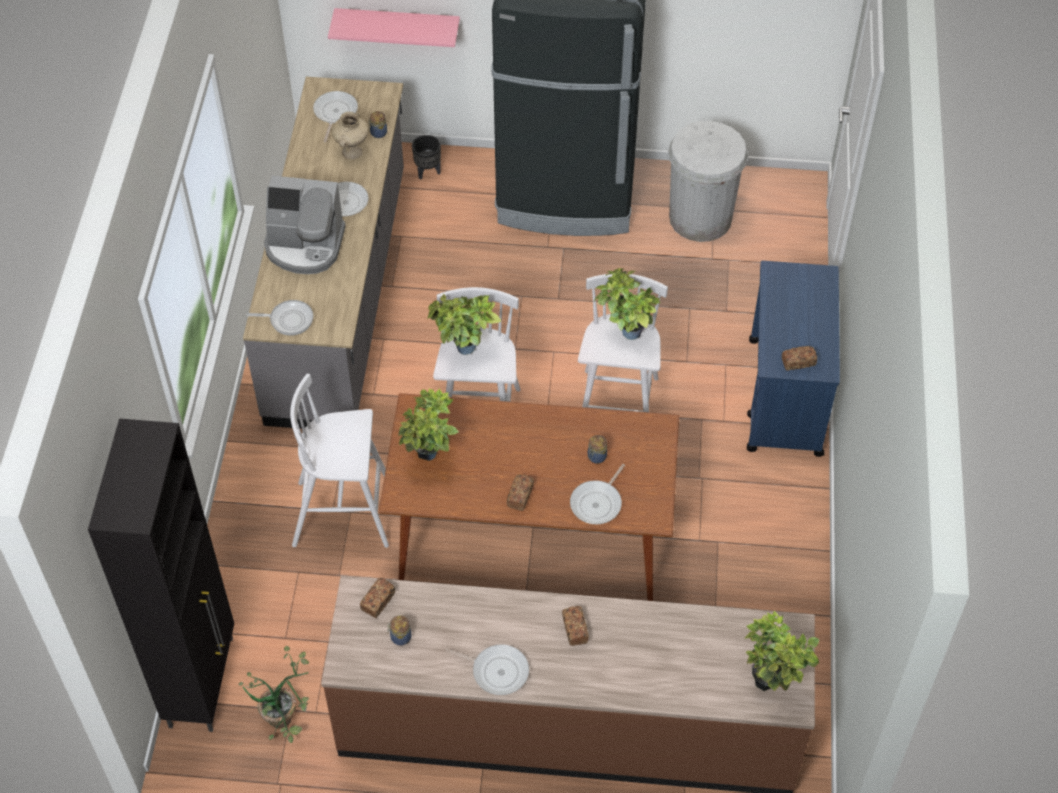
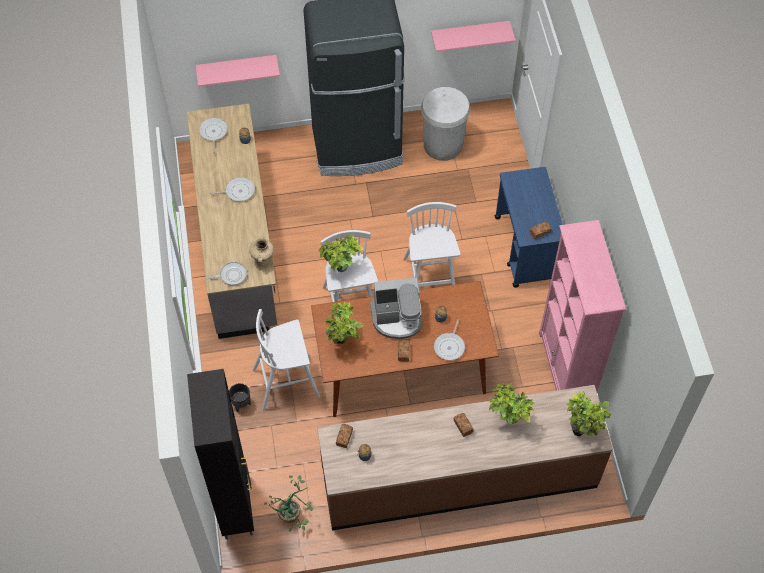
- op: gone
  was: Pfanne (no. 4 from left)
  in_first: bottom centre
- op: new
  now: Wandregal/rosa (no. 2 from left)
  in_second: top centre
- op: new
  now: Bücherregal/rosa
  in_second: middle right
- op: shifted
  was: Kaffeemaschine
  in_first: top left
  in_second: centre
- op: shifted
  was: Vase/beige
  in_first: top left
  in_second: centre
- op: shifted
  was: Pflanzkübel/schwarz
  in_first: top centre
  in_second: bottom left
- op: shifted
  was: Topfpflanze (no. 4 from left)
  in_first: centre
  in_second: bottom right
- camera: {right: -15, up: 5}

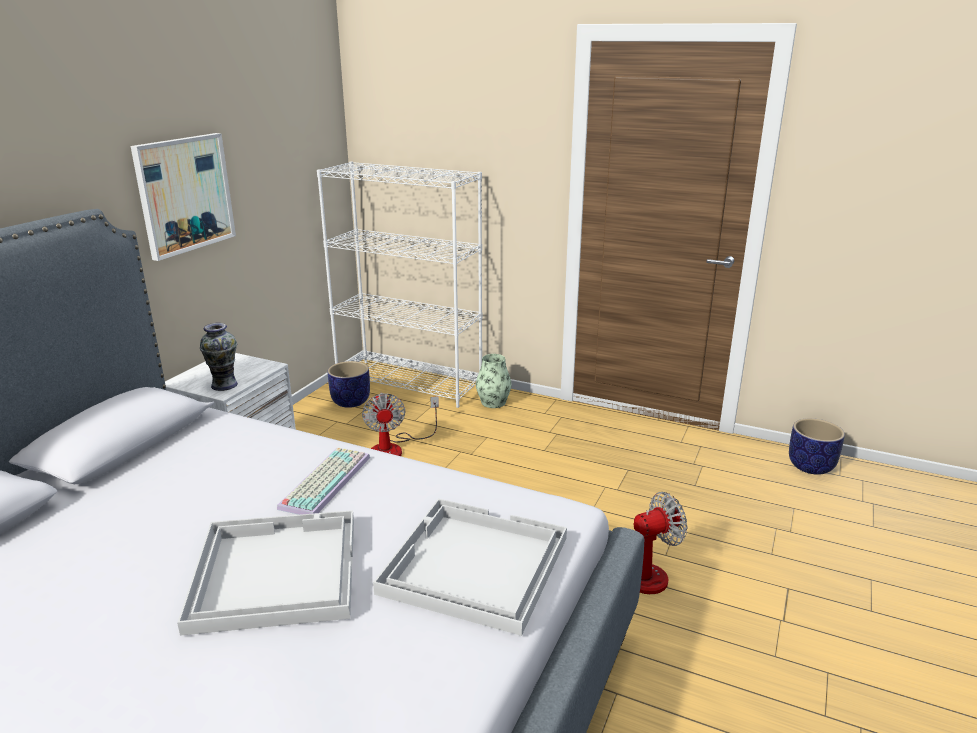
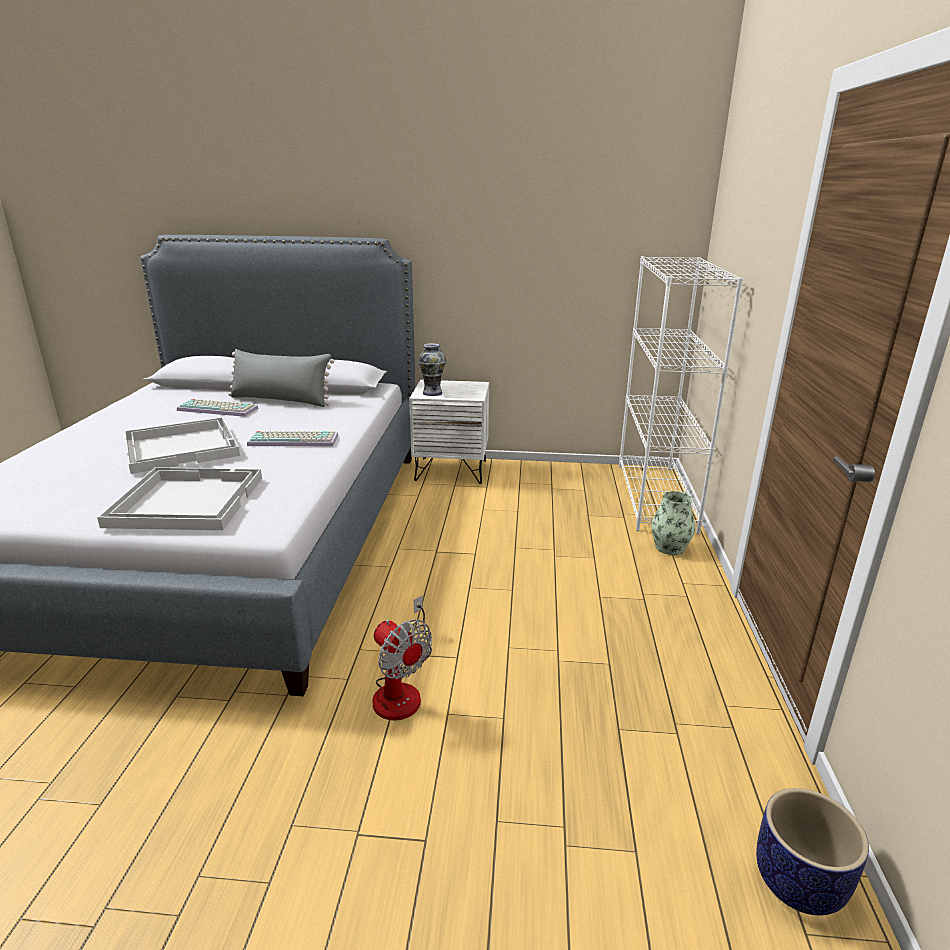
- op: gone
  was: Bild
  in_first: top left
- op: gone
  was: Pflanzkübel (no. 1 from left)
  in_first: centre
- op: gone
  was: Ventilator (no. 1 from left)
  in_first: centre
- op: new
  now: Tastatur (no. 1 from left)
  in_second: middle left
- op: new
  now: Kissen/grau
  in_second: middle left
- camera: {right: 70, up: 0}

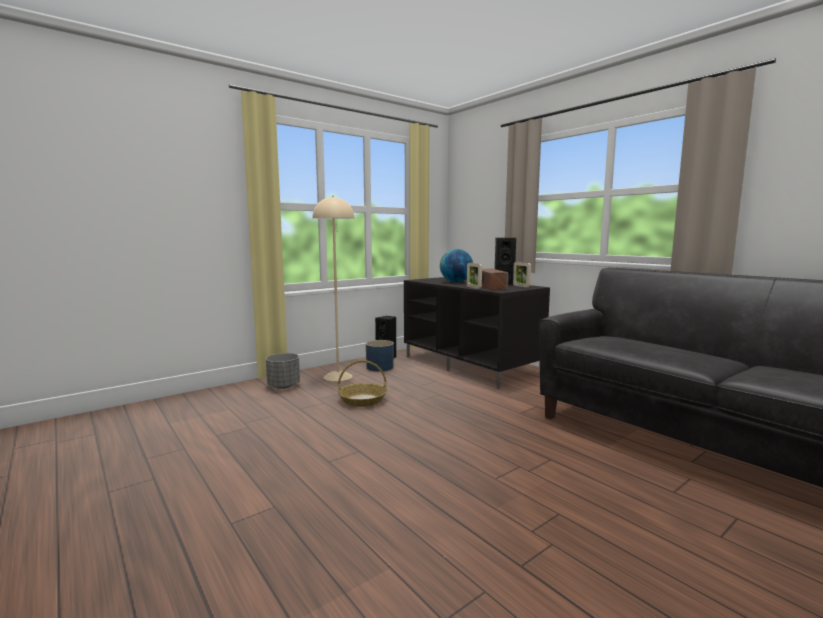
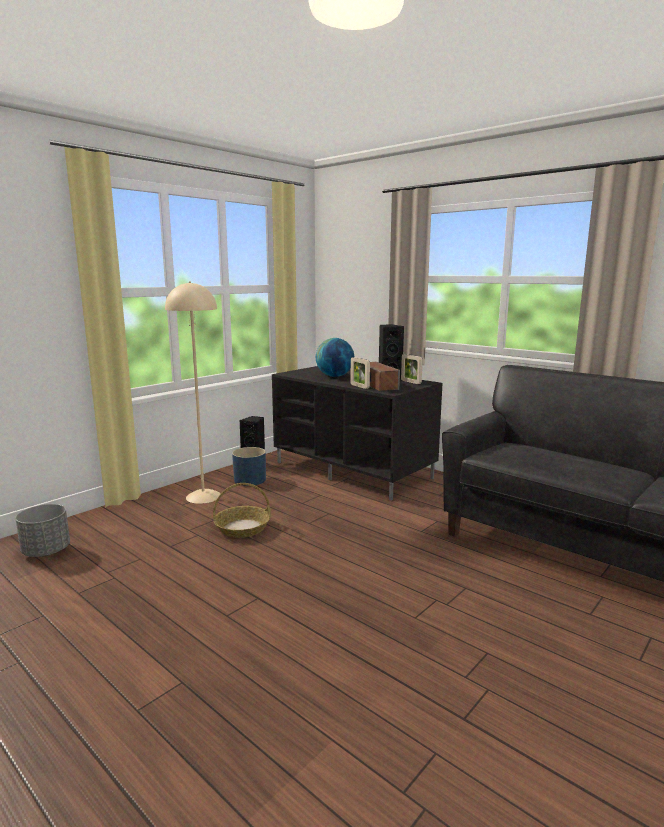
- op: shifted
  was: Pflanzkübel/grau
  in_first: centre
  in_second: middle left
- camera: {right: -10, up: 5}

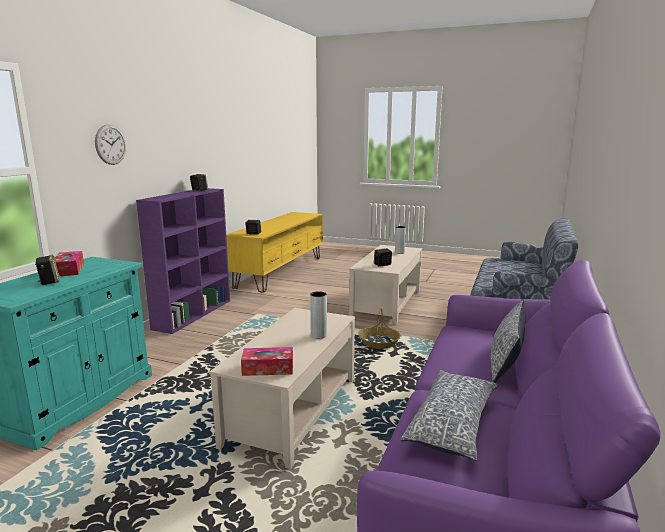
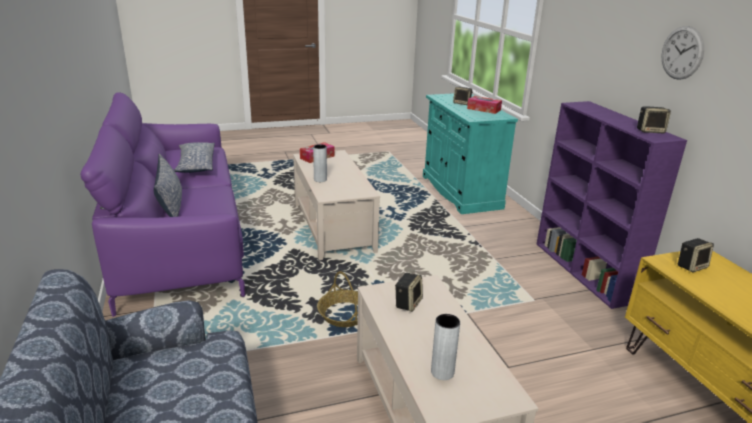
- op: shifted
  was: Wanduhr
  in_first: top left
  in_second: top right
- camera: {right: 140, up: 10}

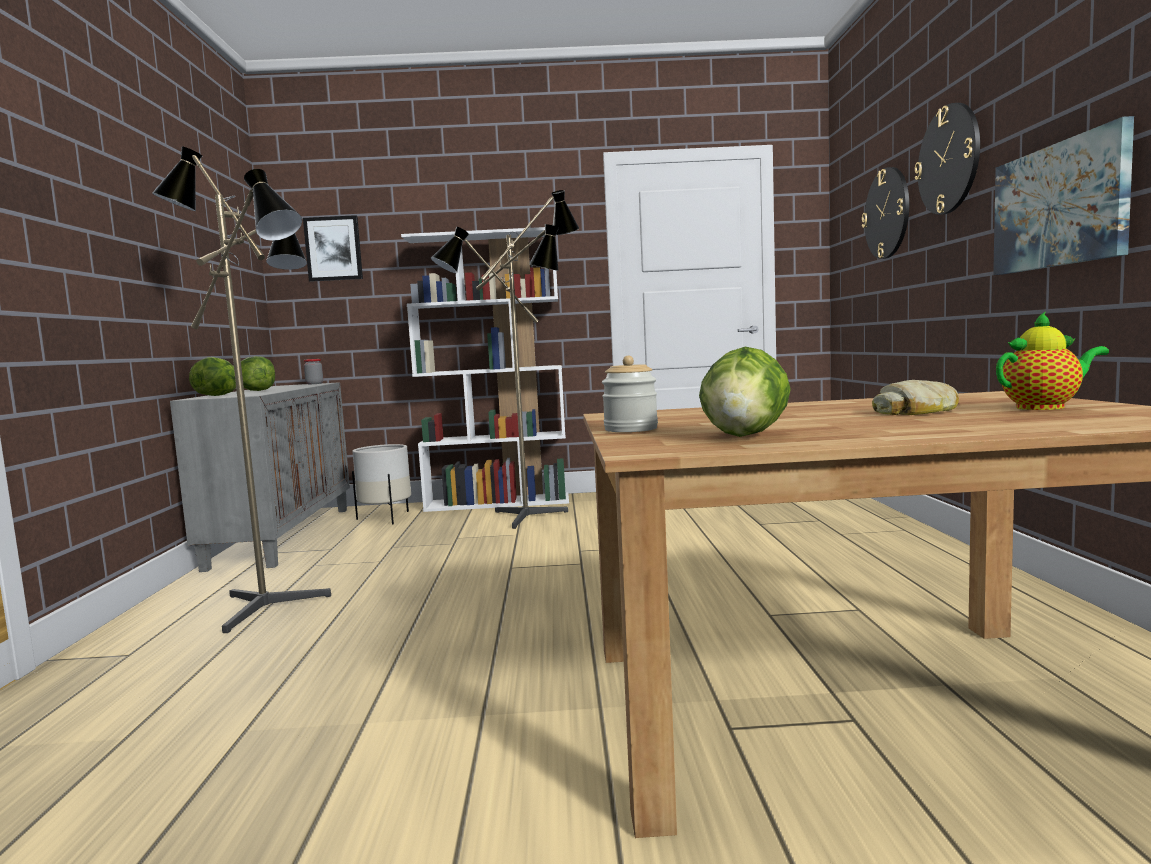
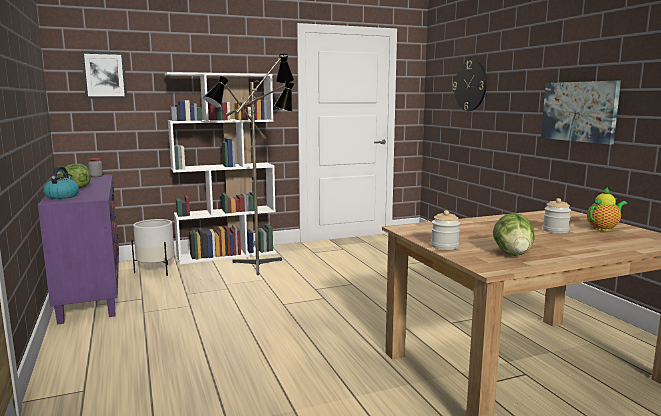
- op: gone
  was: Stehlampe (no. 1 from left)
  in_first: middle left
- op: gone
  was: Wanduhr (no. 2 from left)
  in_first: top right
- op: swapped
  was: Salatkopf (no. 1 from left)
  now: Wasserkessel
  in_first: middle left
  in_second: middle left
- op: swapped
  was: Brot
  now: Vorratsglas (no. 3 from left)
  in_first: middle right
  in_second: middle right
- op: repainted
  was: Schrank/grau
  now: Schrank/lila
  in_first: middle left
  in_second: middle left
- camera: {right: -20, up: 5}

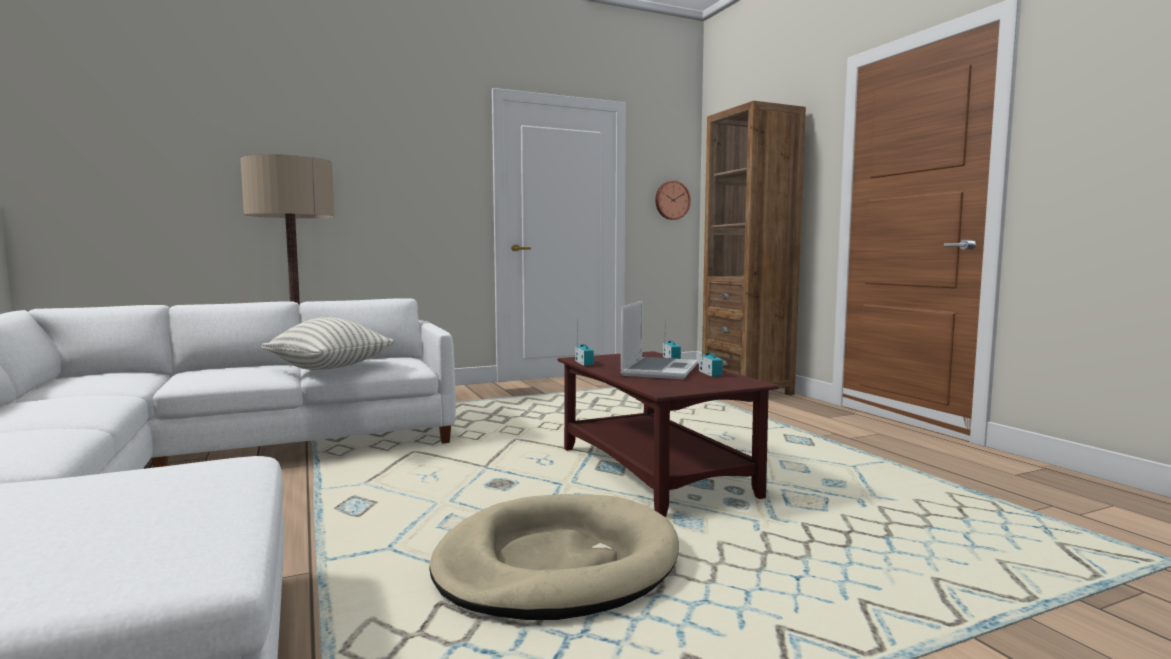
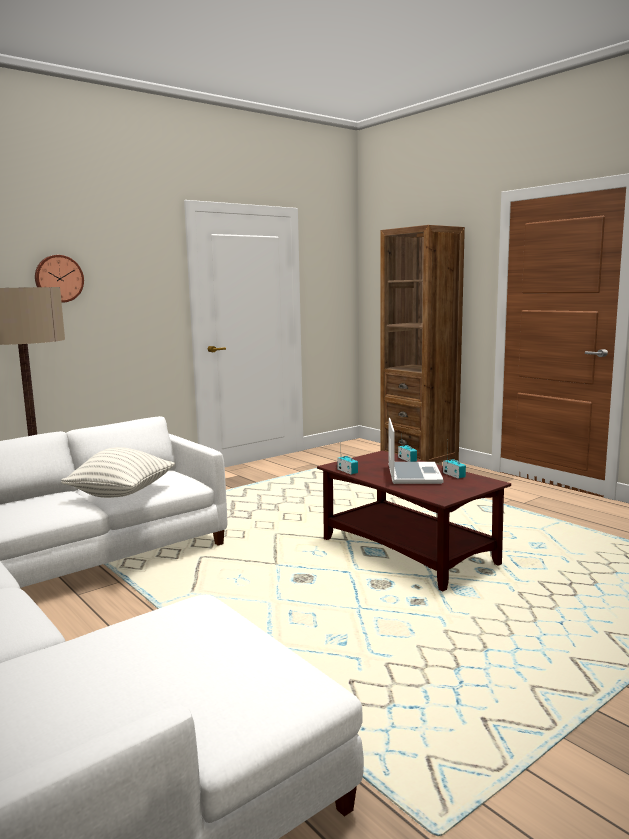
- op: gone
  was: Hundebett/beige
  in_first: bottom centre
- op: shifted
  was: Wanduhr
  in_first: top centre
  in_second: top left
- camera: {right: -15, up: 5}

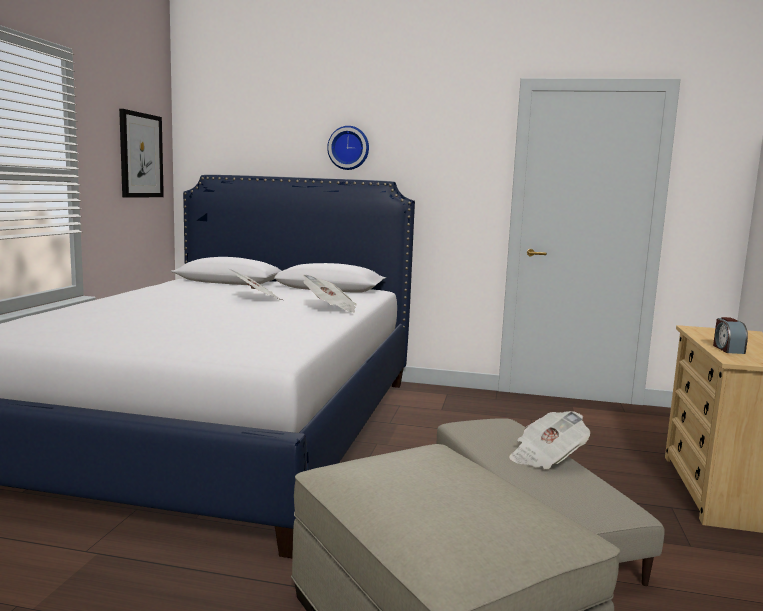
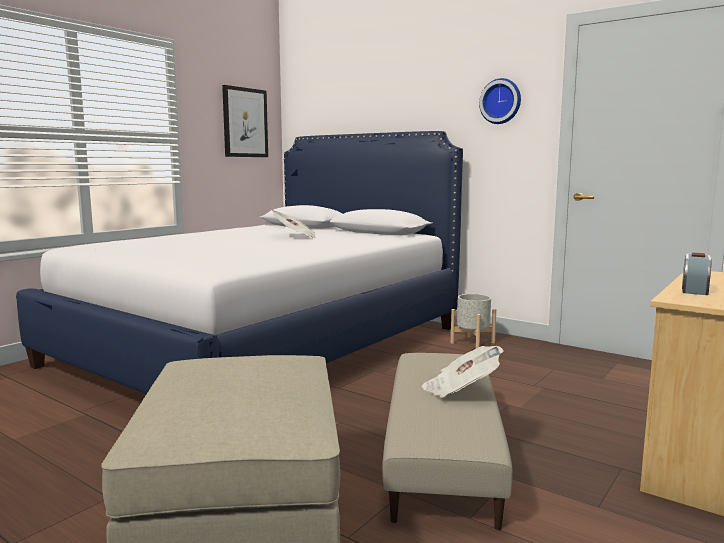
- op: gone
  was: Zeitung (no. 2 from left)
  in_first: centre
- op: new
  now: Pflanzkübel/grau
  in_second: centre
- op: shifted
  was: Wanduhr
  in_first: top centre
  in_second: top right
- camera: {right: 25, up: 0}

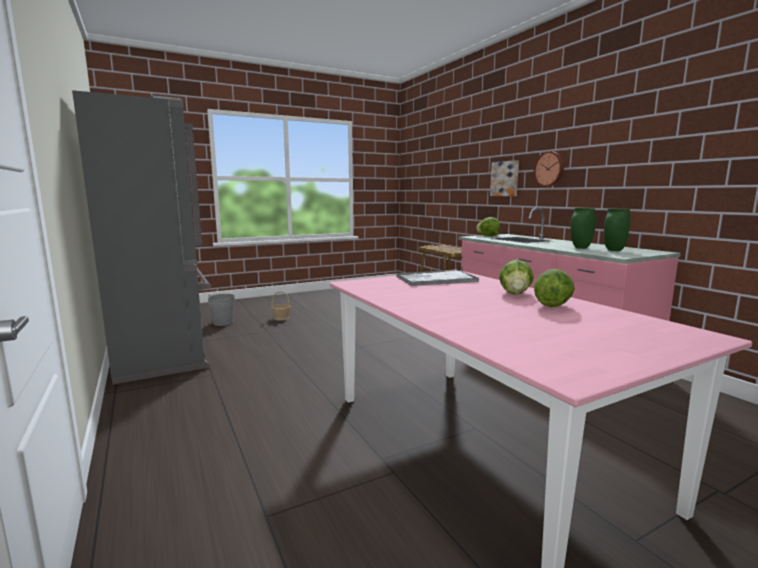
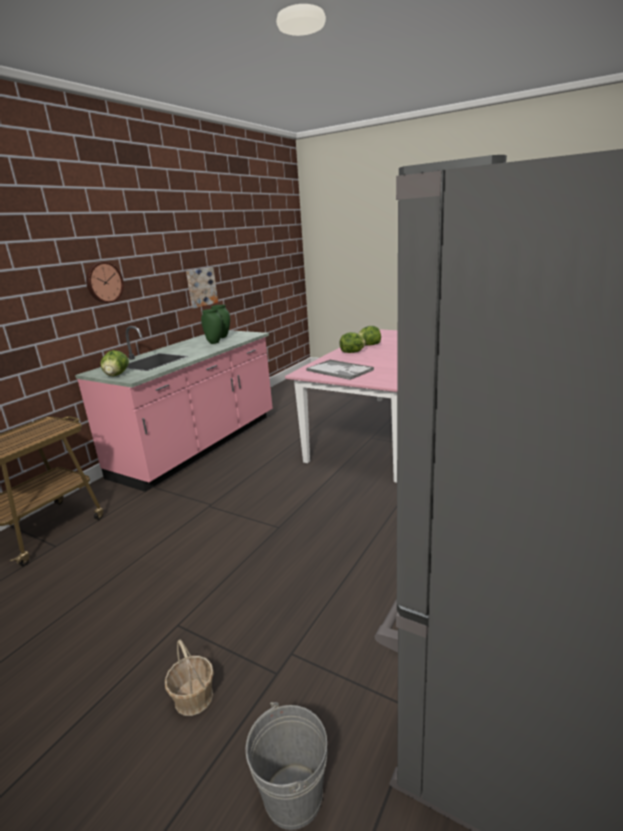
- op: shifted
  was: Bild
  in_first: top centre
  in_second: middle left
- camera: {right: -120, up: 10}

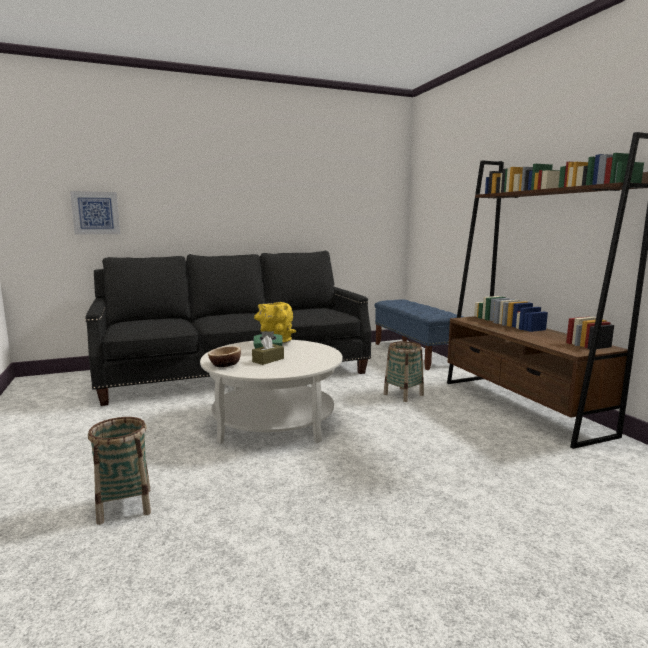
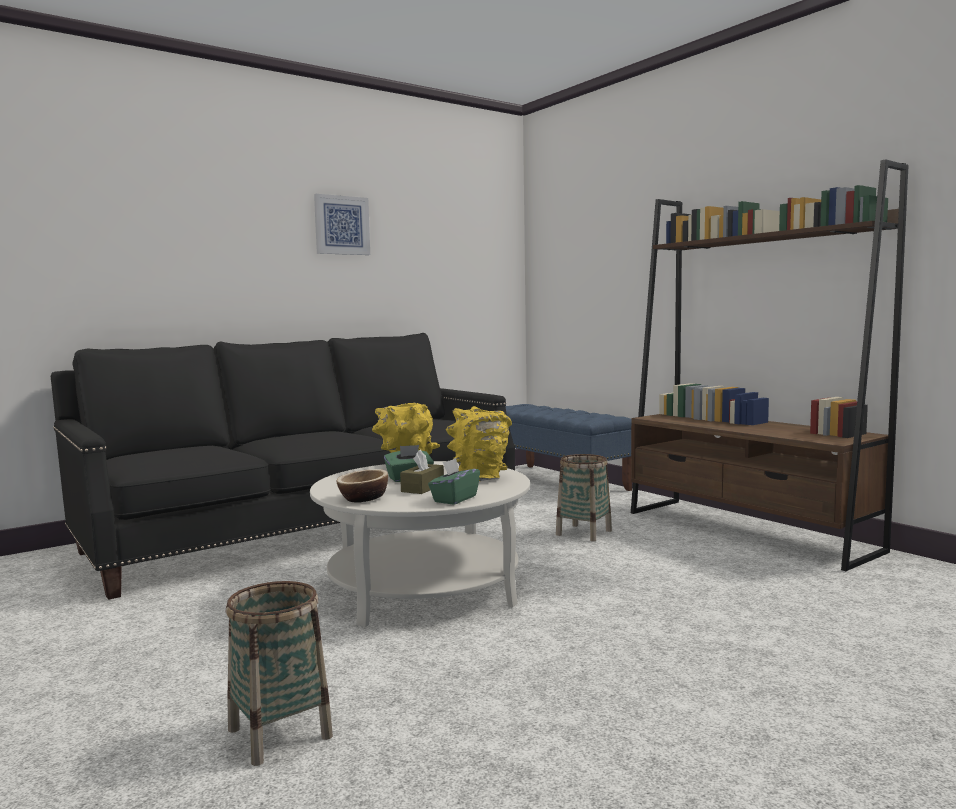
- op: new
  now: Taschentuchbox/grün (no. 2 from left)
  in_second: centre
- op: new
  now: Vase/gelb (no. 2 from left)
  in_second: centre
- op: shifted
  was: Bild
  in_first: top left
  in_second: top centre
- camera: {right: -15, up: -5}

